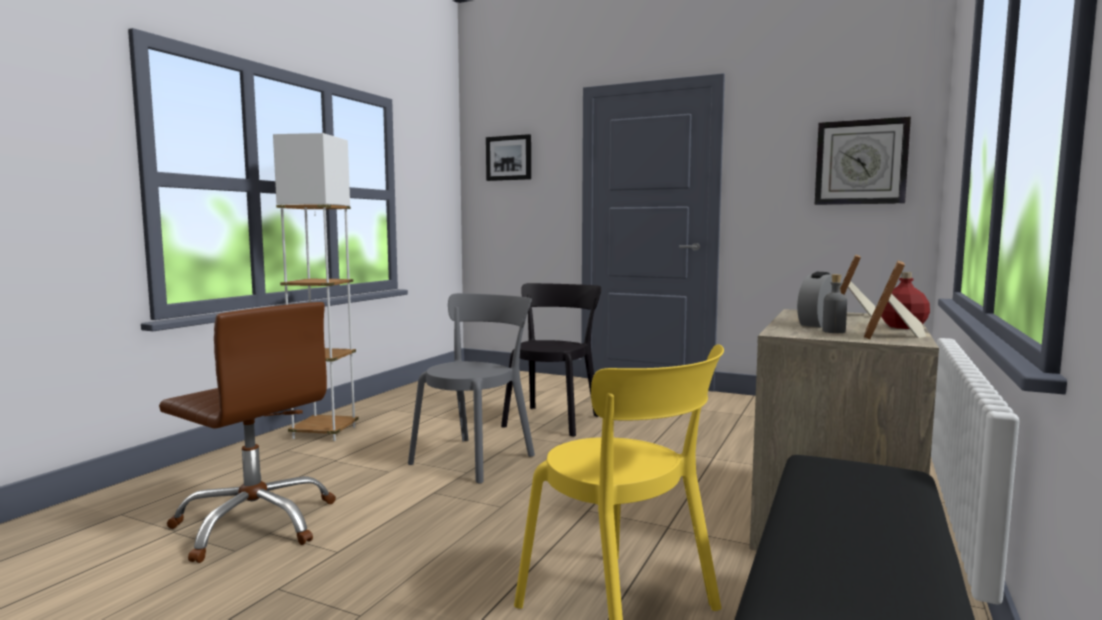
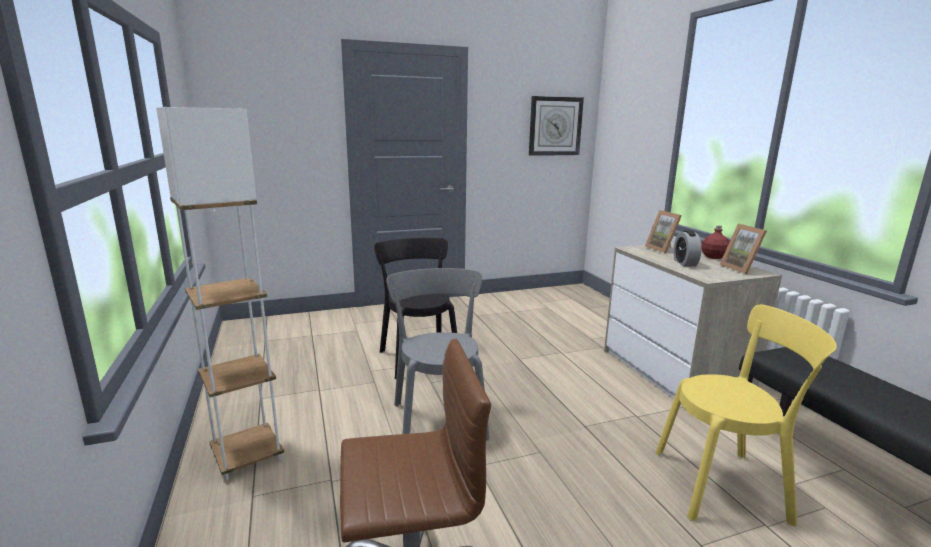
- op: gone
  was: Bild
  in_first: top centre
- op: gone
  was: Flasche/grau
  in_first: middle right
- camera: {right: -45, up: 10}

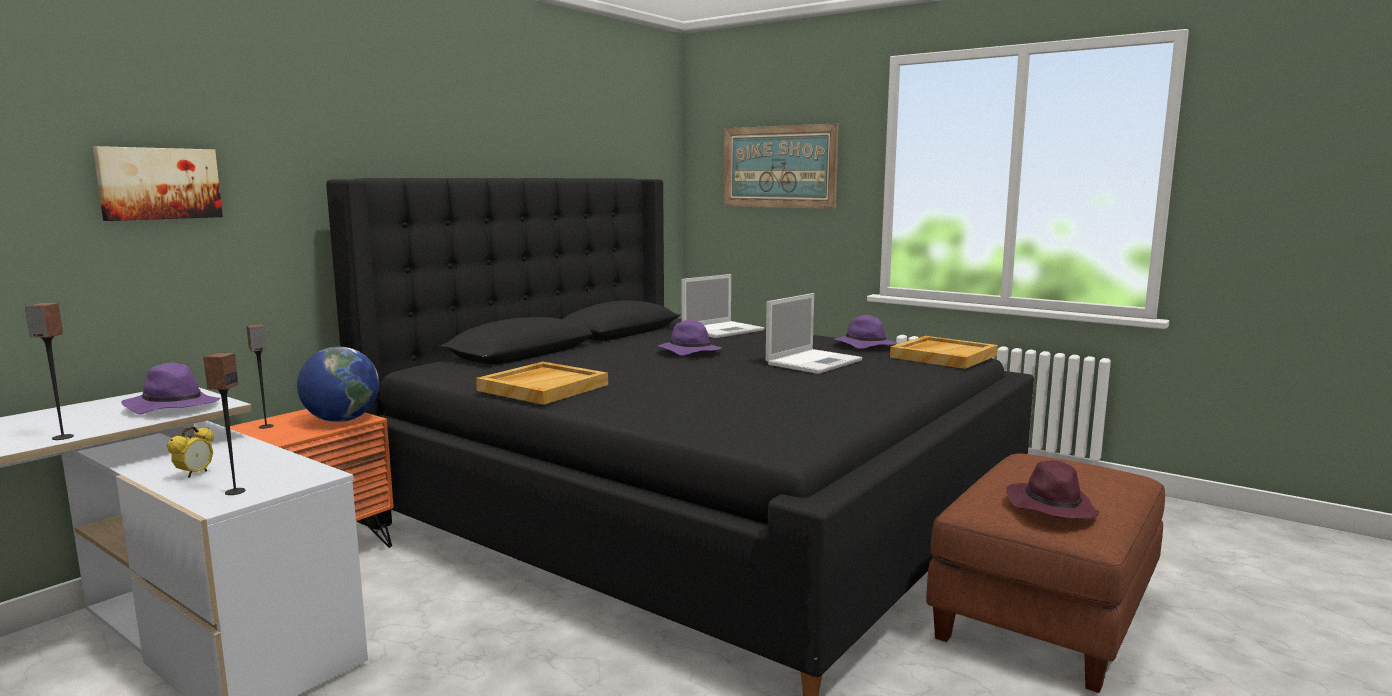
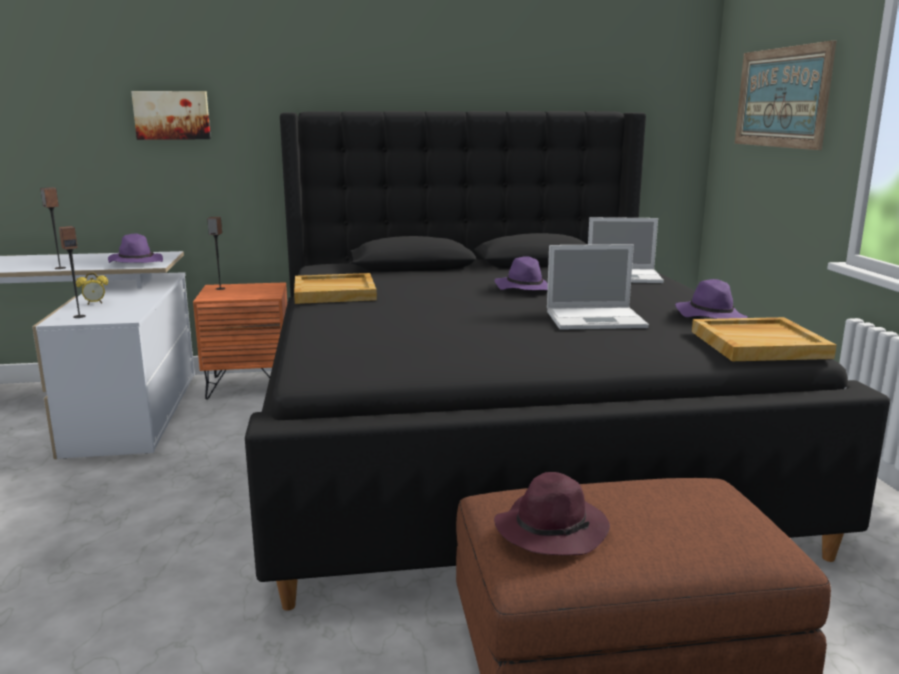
- op: gone
  was: Globus
  in_first: middle left
- camera: {right: 45, up: 5}

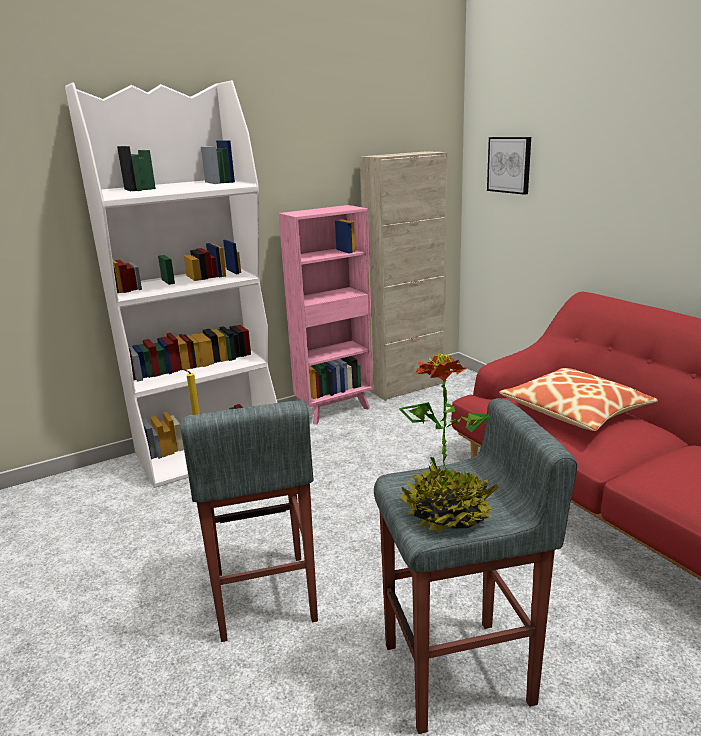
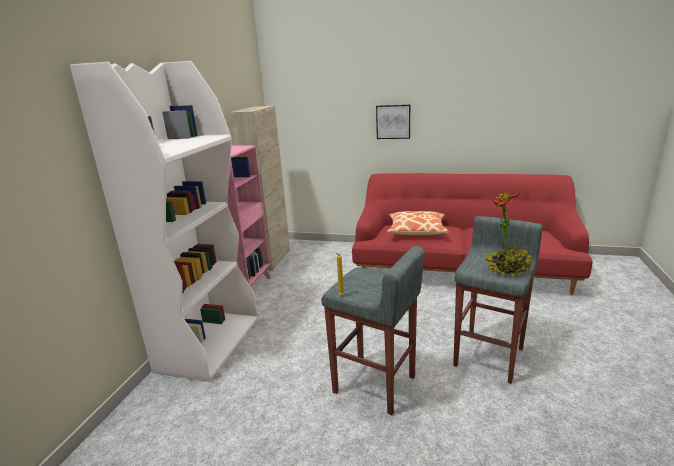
- op: shifted
  was: Bild
  in_first: top right
  in_second: top centre
- camera: {right: -45, up: 0}

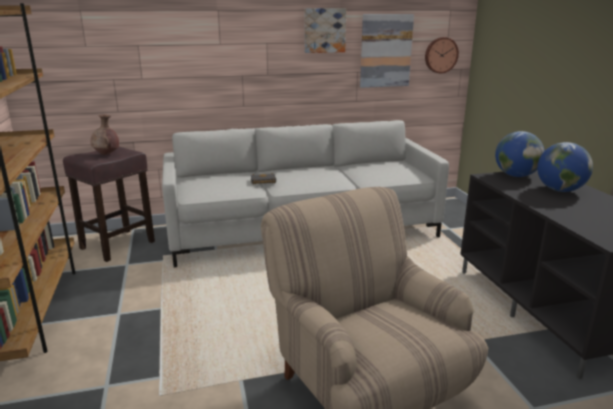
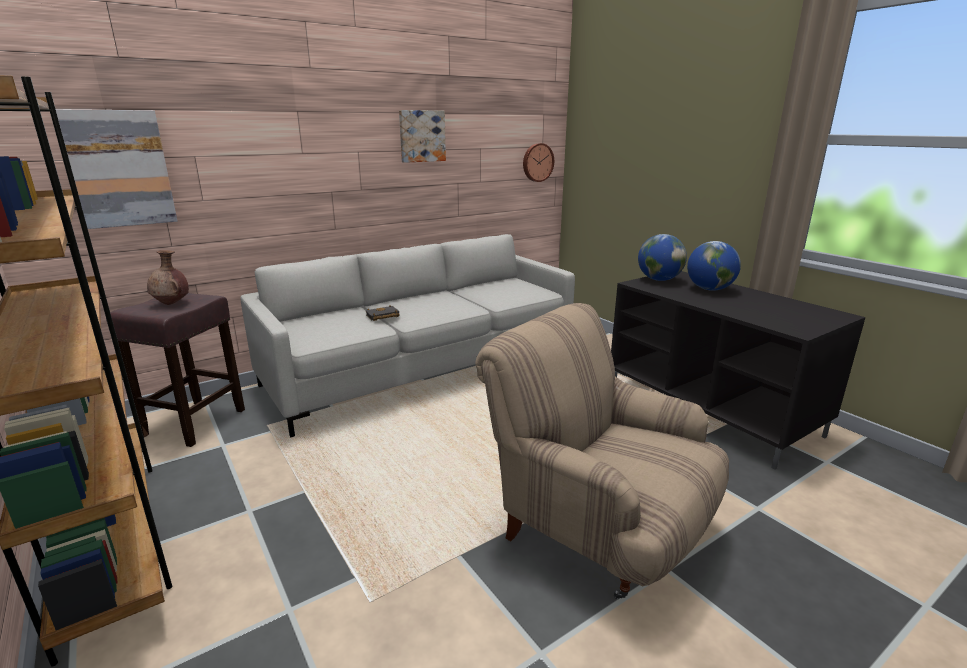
- op: shifted
  was: Bild (no. 2 from left in the first image)
  now: Bild (no. 1 from left)
  in_first: top centre
  in_second: top left
- camera: {right: -20, up: 0}

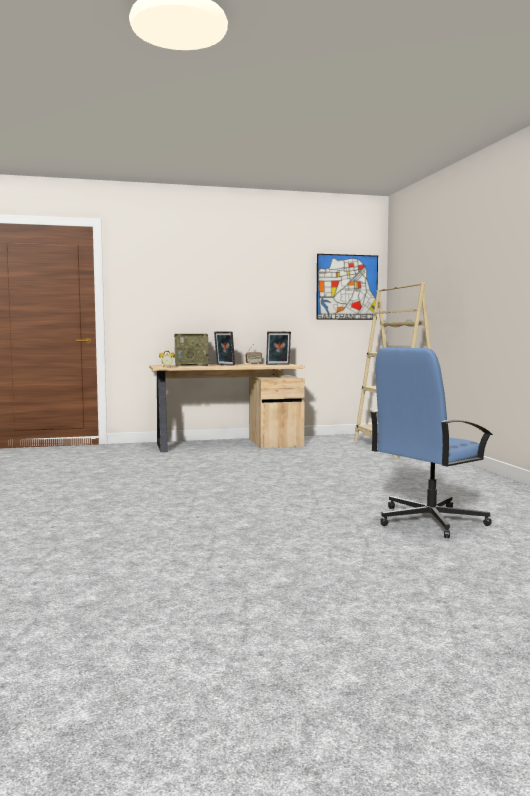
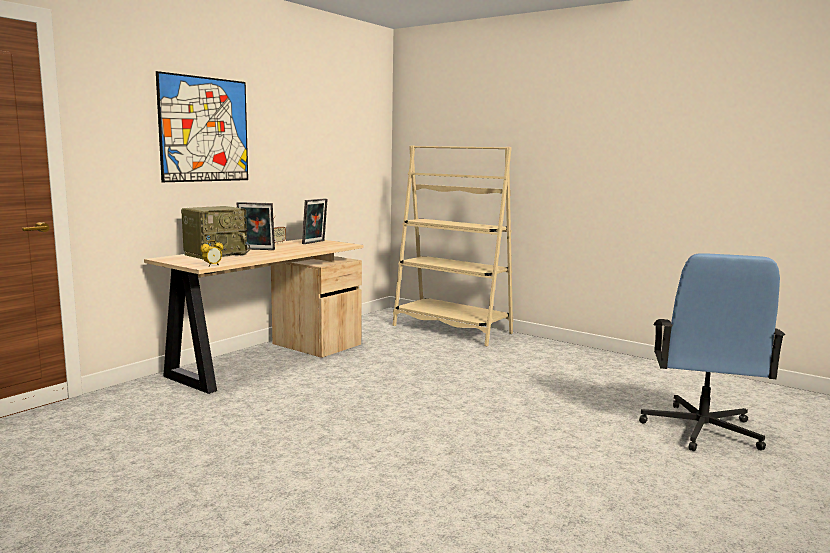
- op: shifted
  was: Bild
  in_first: centre
  in_second: top left
- camera: {right: -40, up: 5}

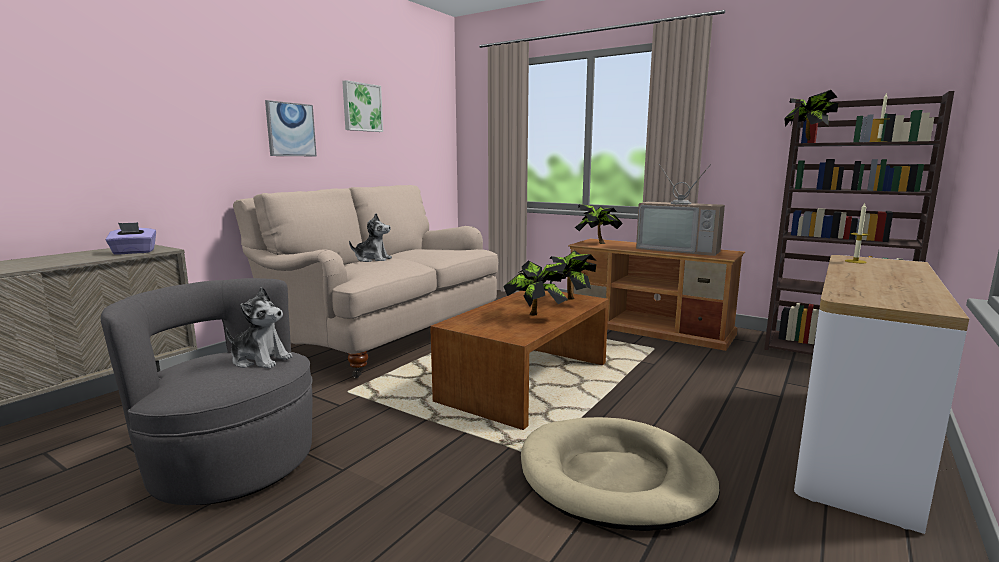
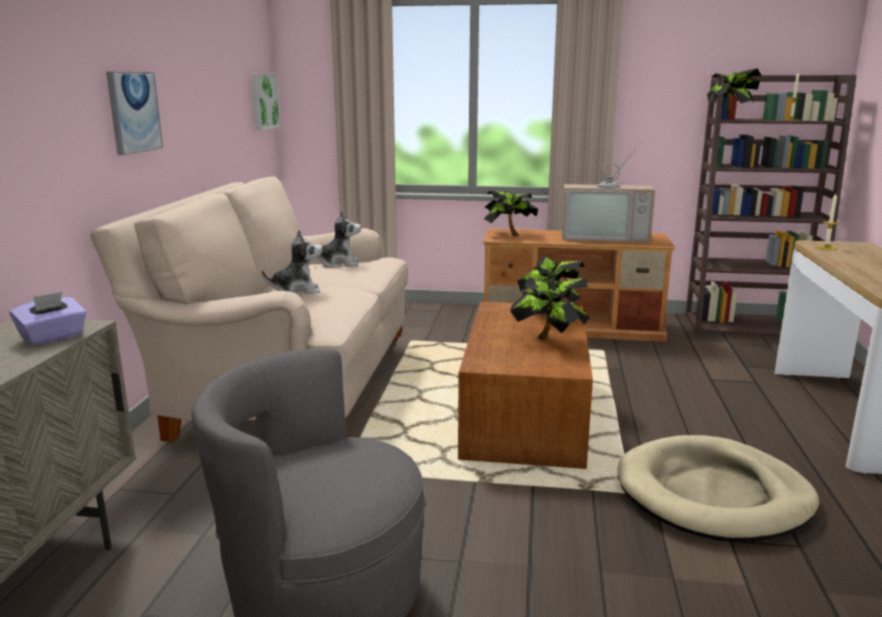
- op: shifted
  was: Plüschtier (no. 1 from left in the first image)
  now: Plüschtier (no. 2 from left)
  in_first: middle left
  in_second: centre
- op: shifted
  was: Bild (no. 2 from left)
  in_first: top centre
  in_second: top left
- camera: {right: -25, up: 5}

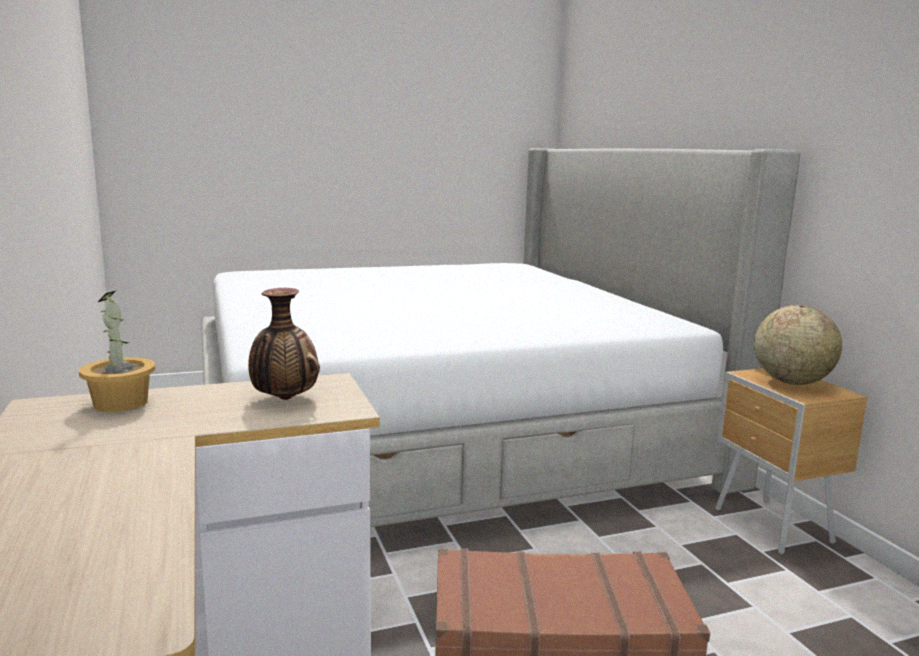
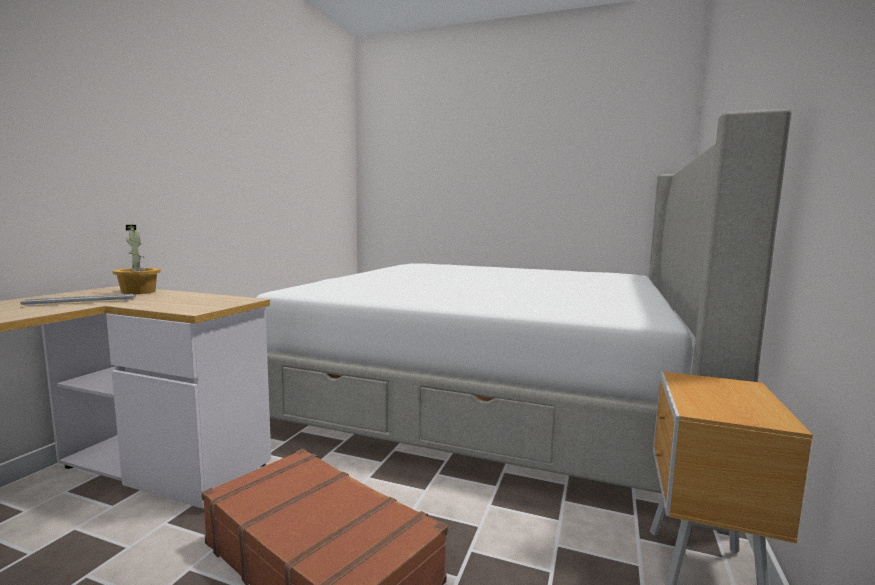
- op: gone
  was: Vase
  in_first: middle left
- op: gone
  was: Globus
  in_first: middle right
- op: new
  now: Tastatur
  in_second: middle left
- camera: {right: 40, up: -5}

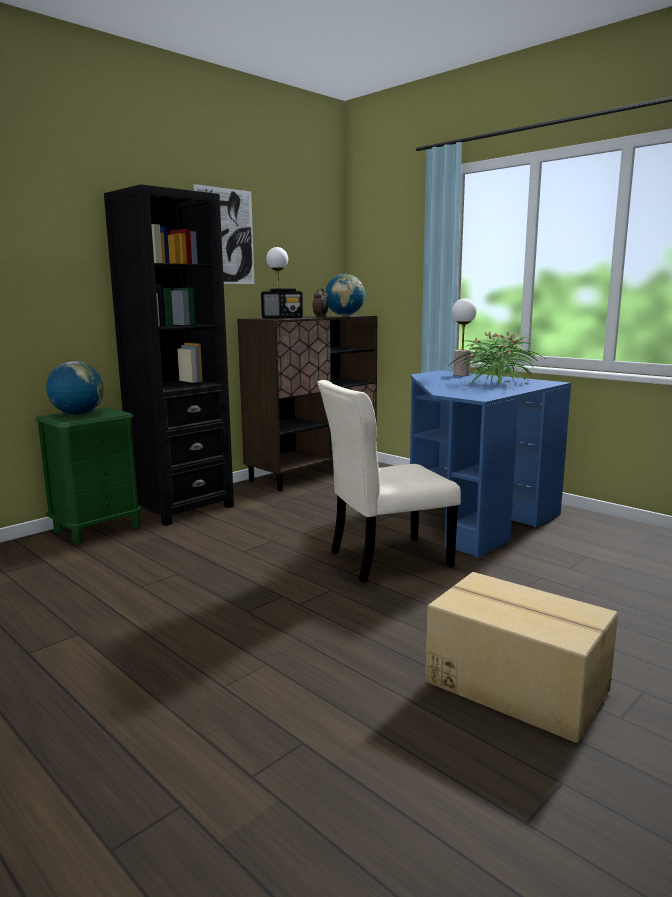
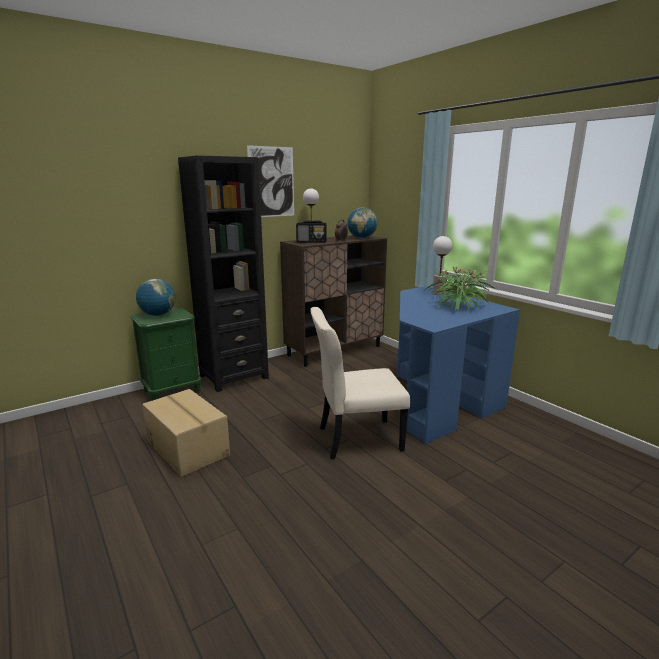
- op: shifted
  was: Karton
  in_first: bottom right
  in_second: middle left
- camera: {right: 10, up: 5}

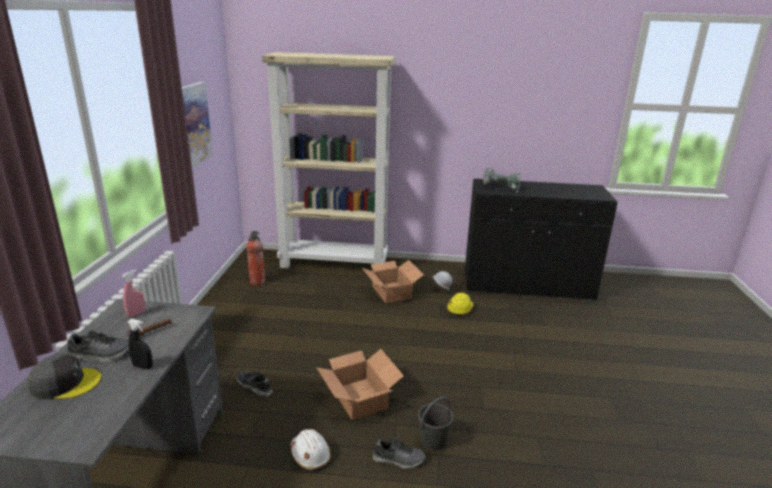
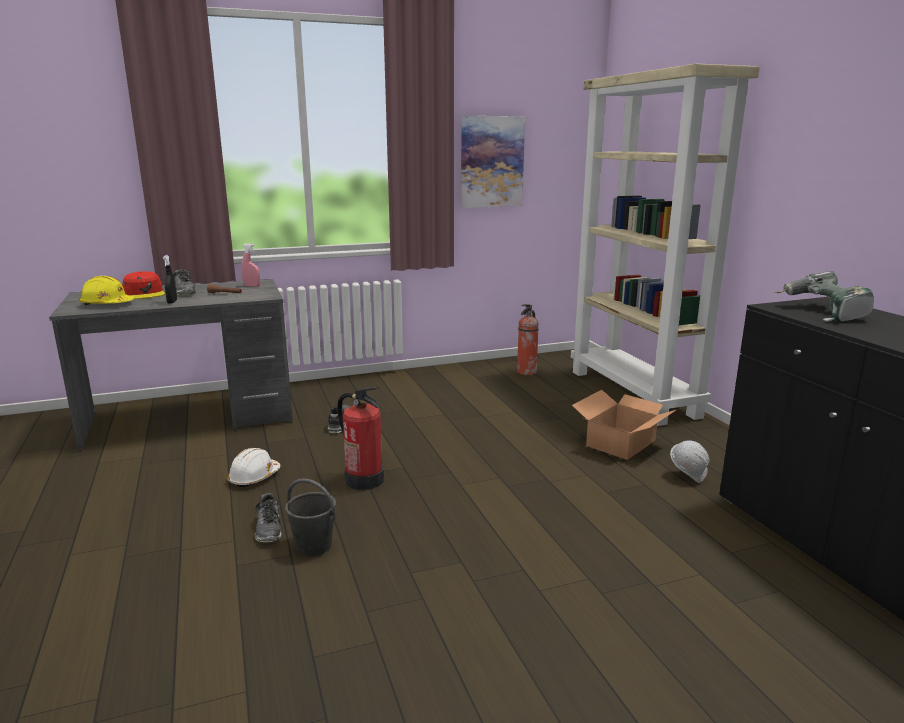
- op: shifted
  was: Schutzhelm/gelb
  in_first: centre
  in_second: middle left
- op: swapped
  was: Karton (no. 1 from left)
  now: Feuerlöscher (no. 1 from left)
  in_first: bottom centre
  in_second: centre
- op: repainted
  was: Kappe/grau
  now: Kappe/rot
  in_first: bottom left
  in_second: middle left
- camera: {right: 65, up: -5}

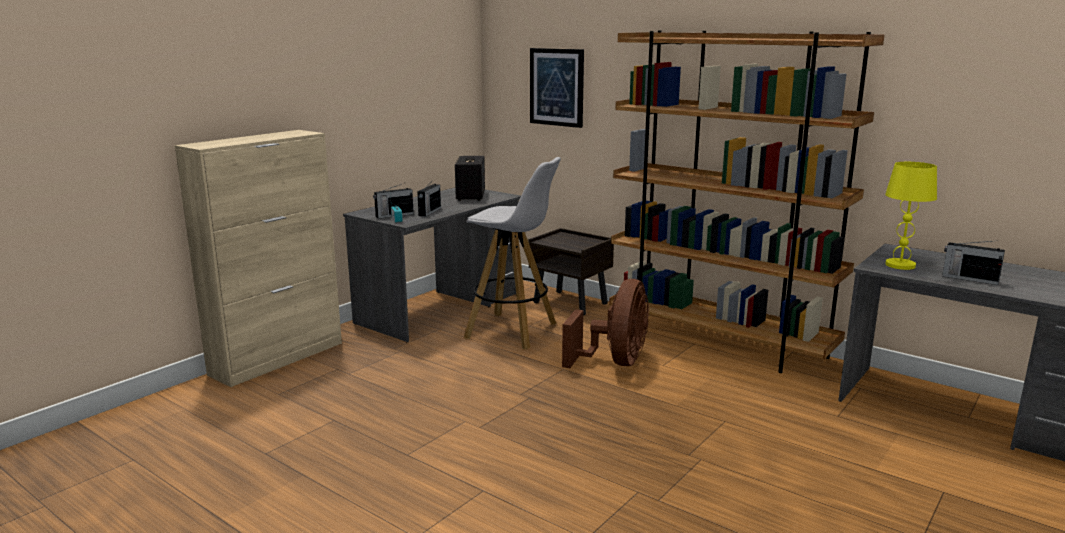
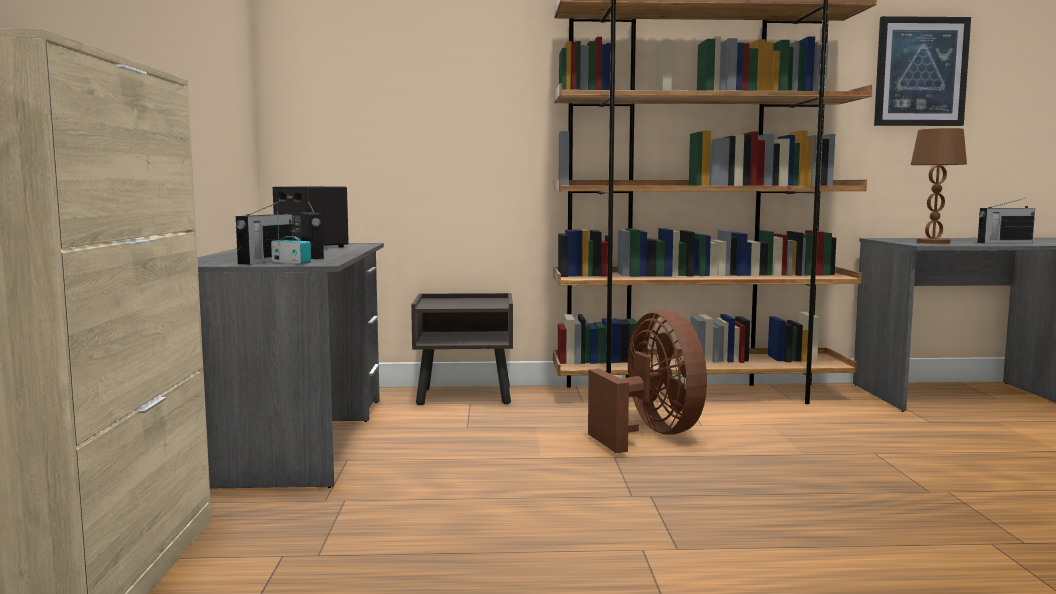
- op: gone
  was: Hocker/weiß
  in_first: centre
- op: shifted
  was: Bild
  in_first: top centre
  in_second: top right
- op: repainted
  was: Tischlampe/gelb
  now: Tischlampe/braun
  in_first: middle right
  in_second: top right
- camera: {right: -40, up: -10}

